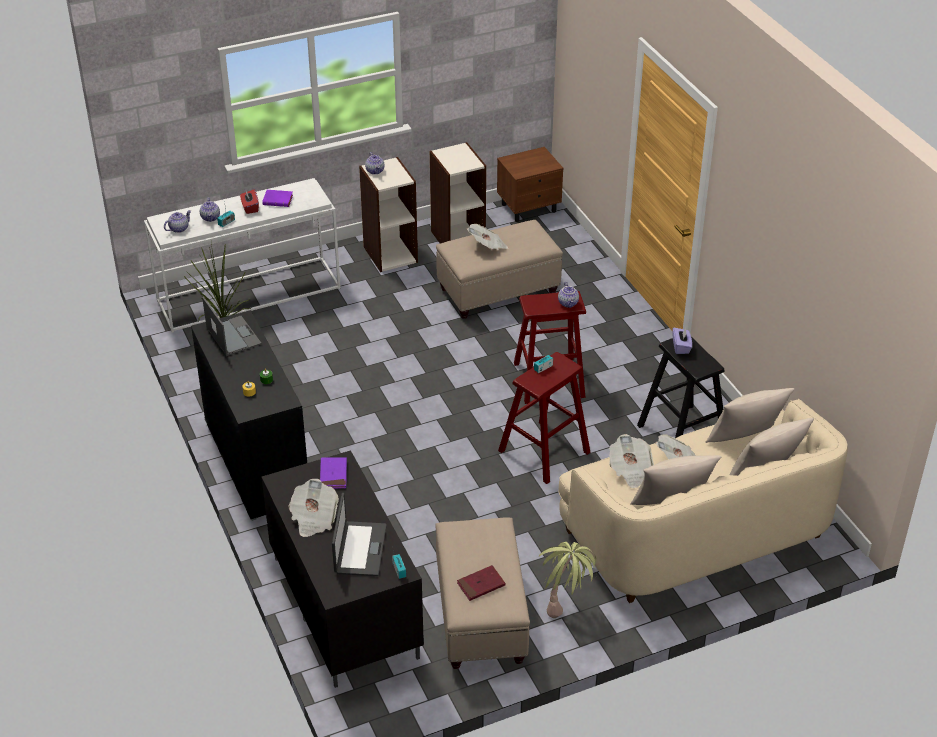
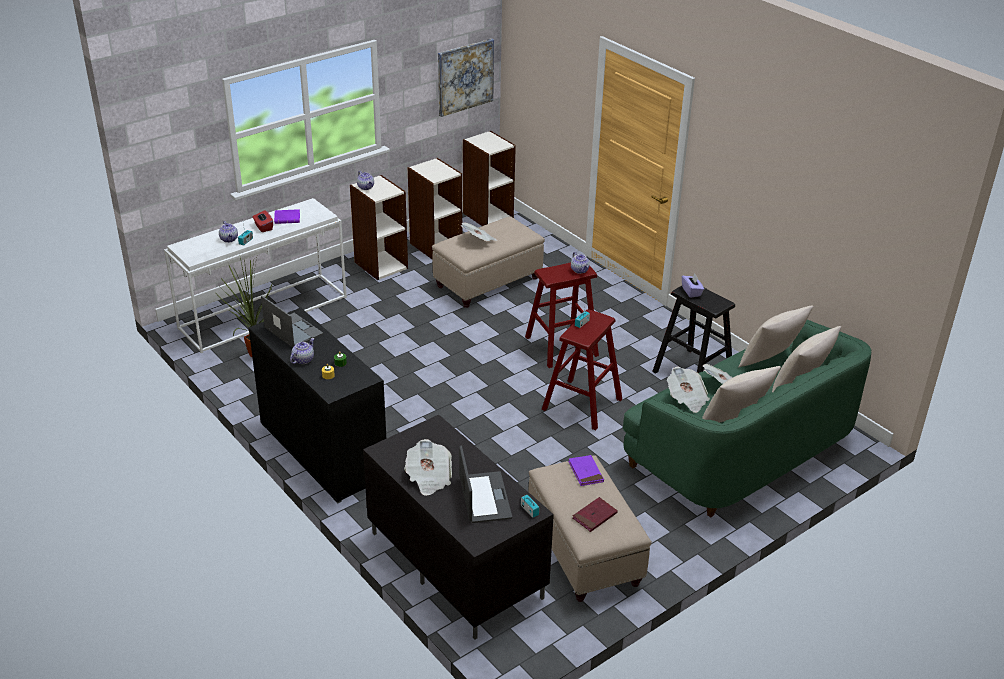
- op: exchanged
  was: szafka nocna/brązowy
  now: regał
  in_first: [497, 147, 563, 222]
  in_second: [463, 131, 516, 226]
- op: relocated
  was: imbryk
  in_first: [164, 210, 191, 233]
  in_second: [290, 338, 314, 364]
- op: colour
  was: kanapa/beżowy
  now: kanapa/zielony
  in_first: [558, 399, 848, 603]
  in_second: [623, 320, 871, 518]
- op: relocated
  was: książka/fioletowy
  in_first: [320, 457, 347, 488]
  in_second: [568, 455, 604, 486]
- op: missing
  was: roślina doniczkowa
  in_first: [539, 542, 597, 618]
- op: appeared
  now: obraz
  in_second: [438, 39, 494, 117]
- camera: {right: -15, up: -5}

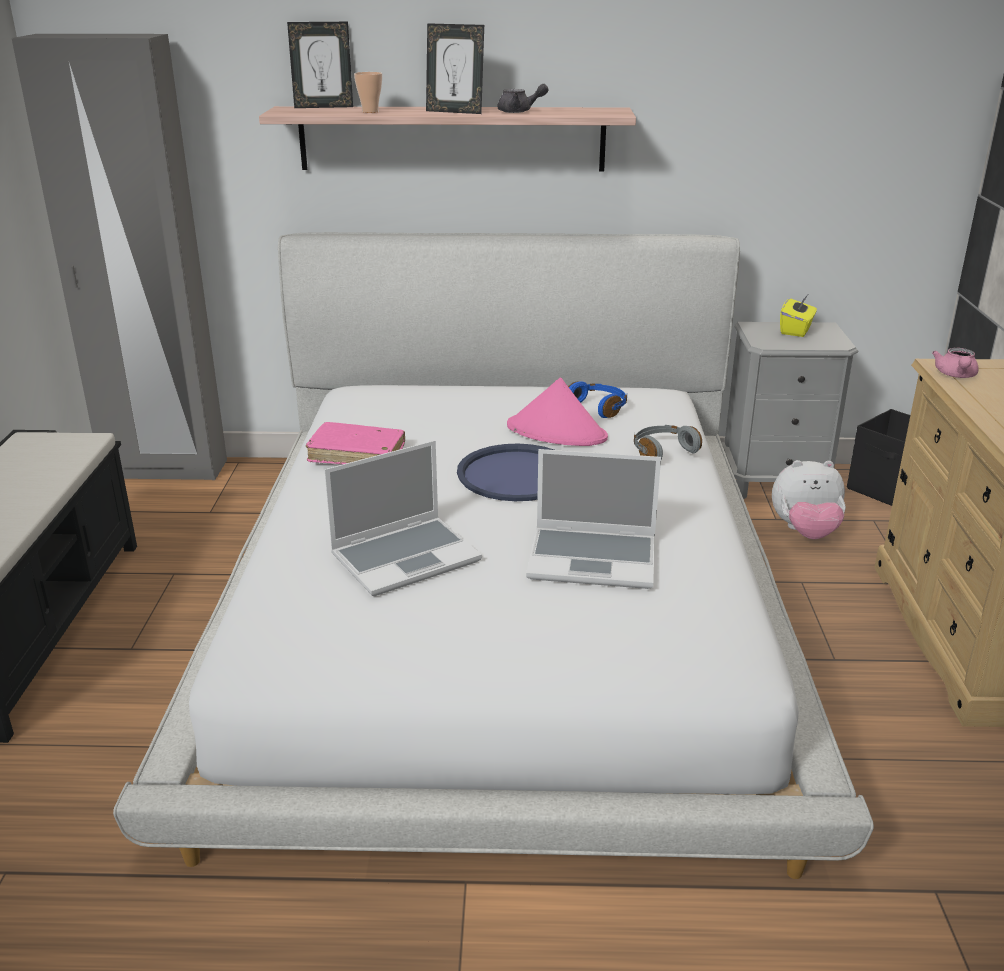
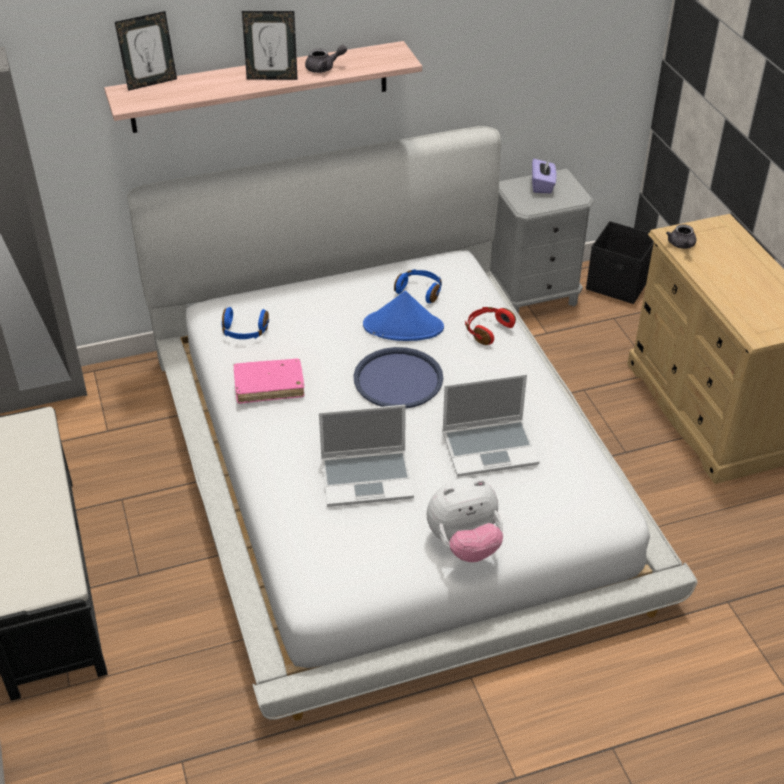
- op: missing
  was: filiżanka
  in_first: [354, 72, 382, 113]
- op: colour
  was: pudełko chusteczek/żółty
  now: pudełko chusteczek/fioletowy
  in_first: [780, 295, 817, 337]
  in_second: [532, 159, 556, 193]
- op: colour
  was: imbryk/różowy
  now: imbryk/szary
  in_first: [932, 348, 979, 378]
  in_second: [666, 224, 696, 249]
- op: colour
  was: kapelusz/różowy
  now: kapelusz/niebieski
  in_first: [507, 378, 608, 446]
  in_second: [363, 291, 444, 341]
- op: colour
  was: słuchawki/szary
  now: słuchawki/czerwony
  in_first: [634, 425, 702, 459]
  in_second: [465, 307, 516, 345]
- op: spun
  was: laptop
  in_first: [325, 440, 482, 596]
  in_second: [319, 405, 414, 507]
  clockwise: 45
- op: relocated
  was: pluszak
  in_first: [772, 460, 846, 539]
  in_second: [427, 478, 503, 562]
- op: appeared
  now: słuchawki/niebieski
  in_second: [221, 307, 269, 339]
- camera: {right: -20, up: 15}

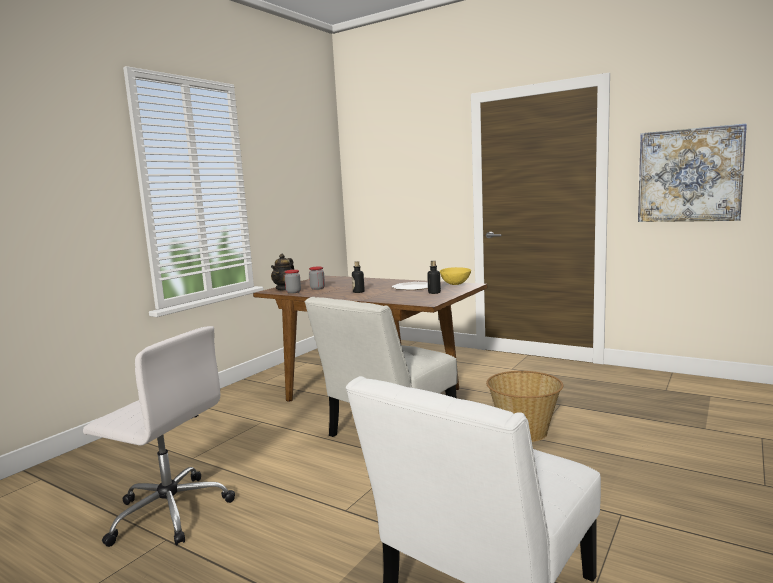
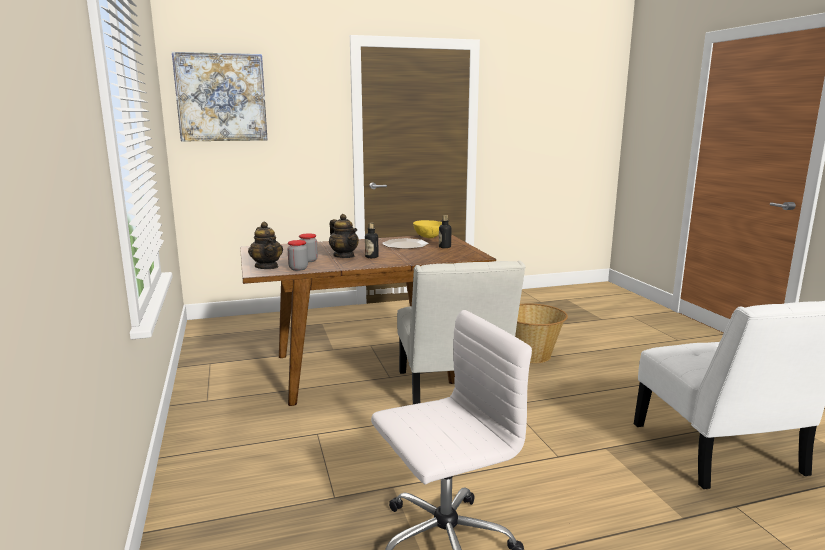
- op: relocated
  was: obraz
  in_first: [638, 123, 747, 222]
  in_second: [172, 52, 268, 142]
- op: appeared
  now: imbryk
  in_second: [329, 214, 359, 258]
- camera: {right: -50, up: 5}

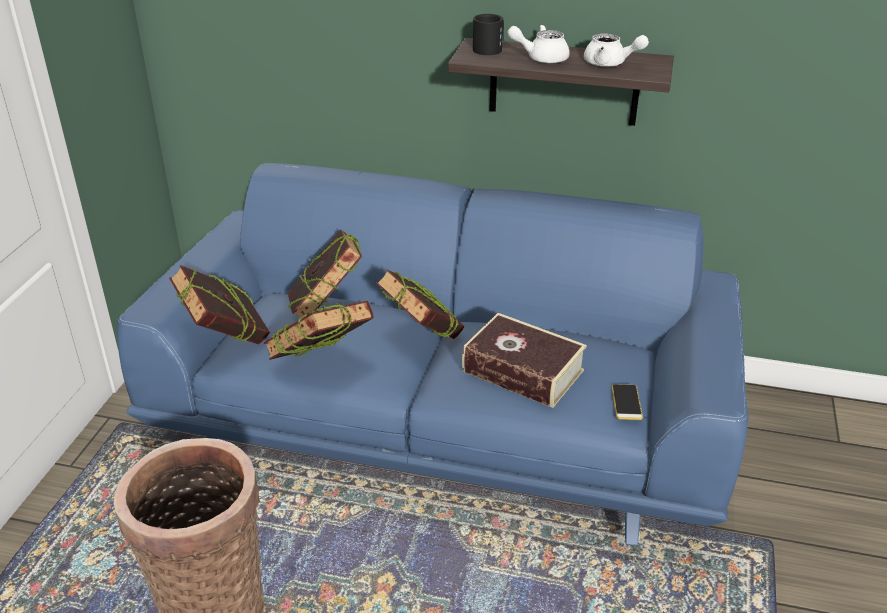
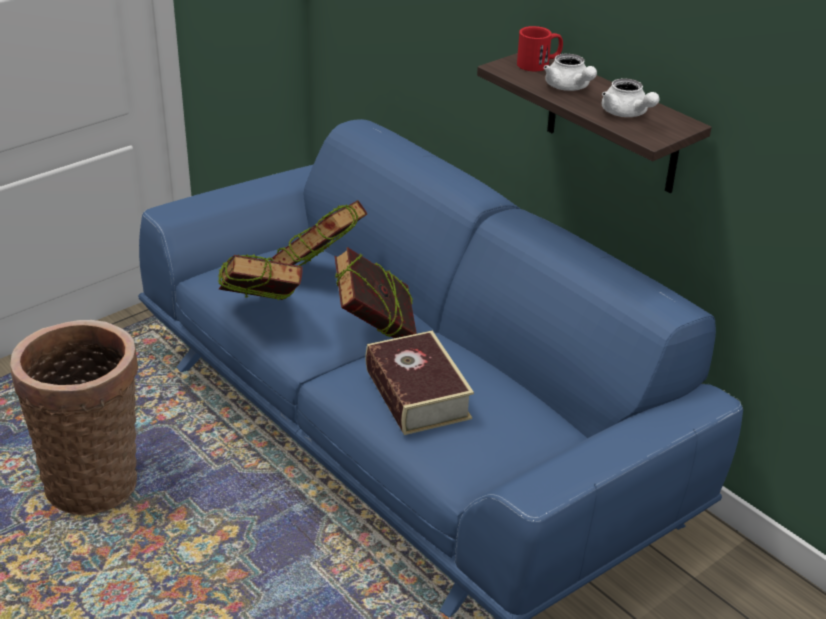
- op: colour
  was: kubek/czarny
  now: kubek/czerwony
  in_first: [473, 14, 504, 55]
  in_second: [517, 26, 563, 71]
- op: spun
  was: imbryk/biały
  in_first: [507, 25, 570, 63]
  in_second: [543, 54, 597, 91]
  clockwise: -150
- op: missing
  was: książka
  in_first: [169, 265, 270, 344]
- op: missing
  was: telefon
  in_first: [611, 384, 643, 420]
- camera: {right: 35, up: 0}

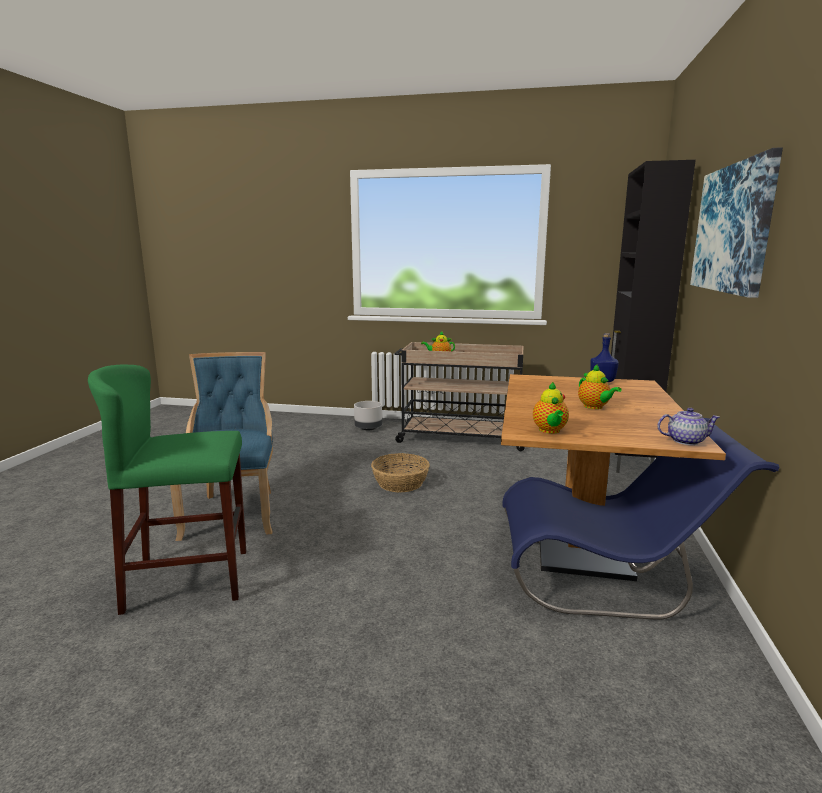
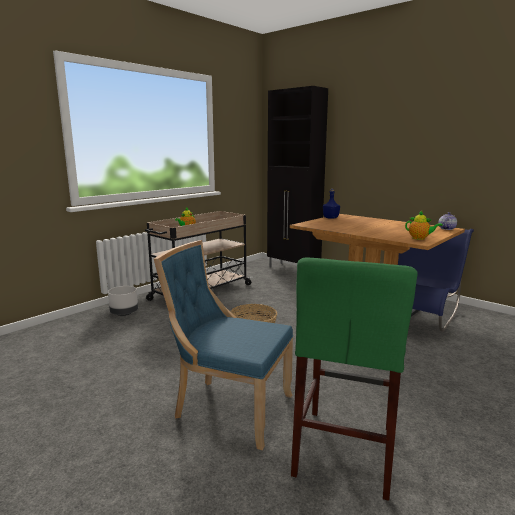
- op: missing
  was: obraz
  in_first: [690, 147, 783, 298]
- op: missing
  was: imbryk
  in_first: [578, 364, 622, 409]
- camera: {right: -60, up: 0}

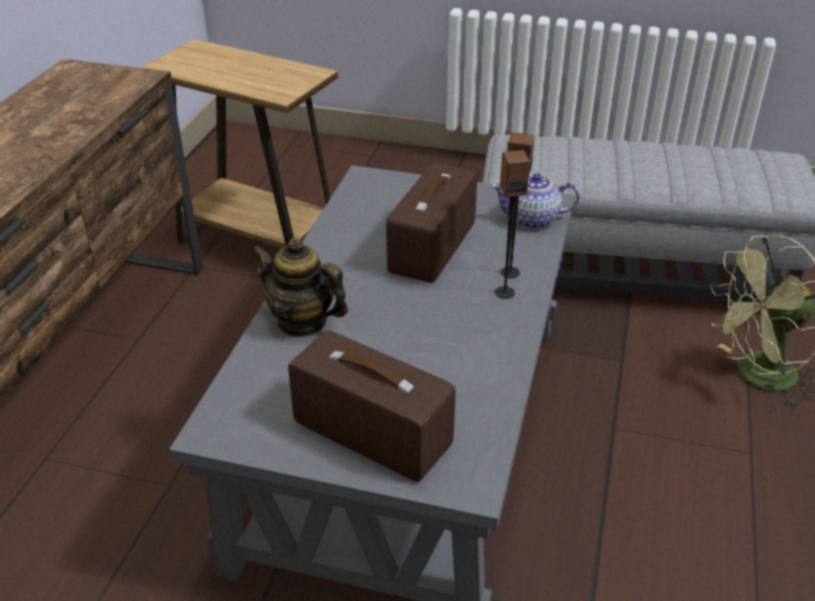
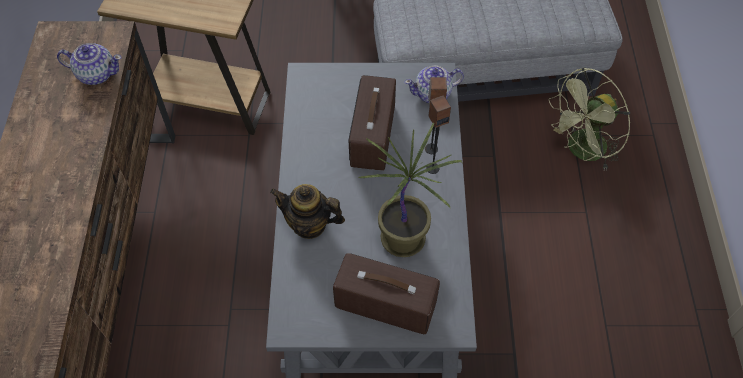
- op: appeared
  now: imbryk
  in_second: [57, 43, 122, 85]
- op: appeared
  now: roślina doniczkowa
  in_second: [358, 122, 462, 257]
- camera: {right: -15, up: 20}

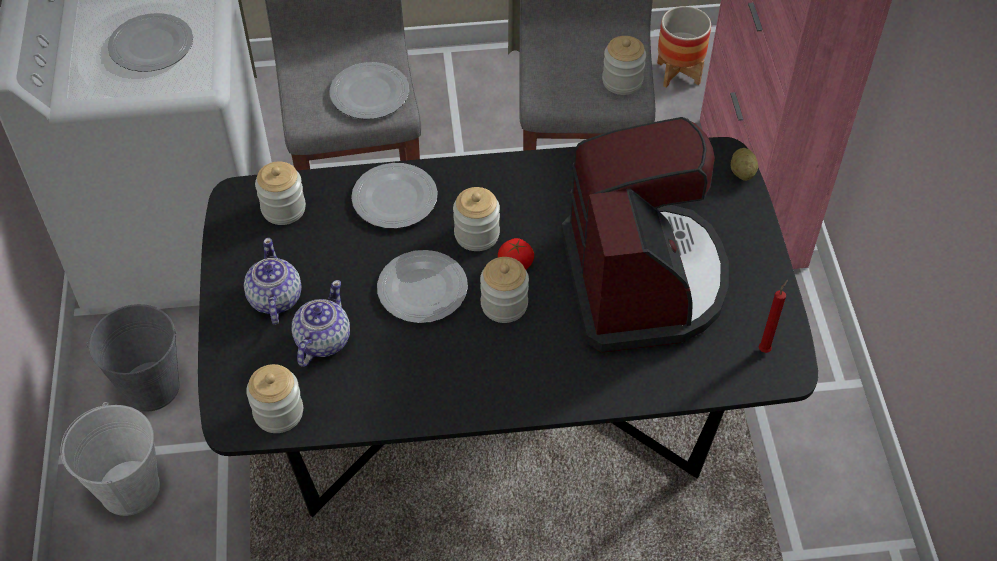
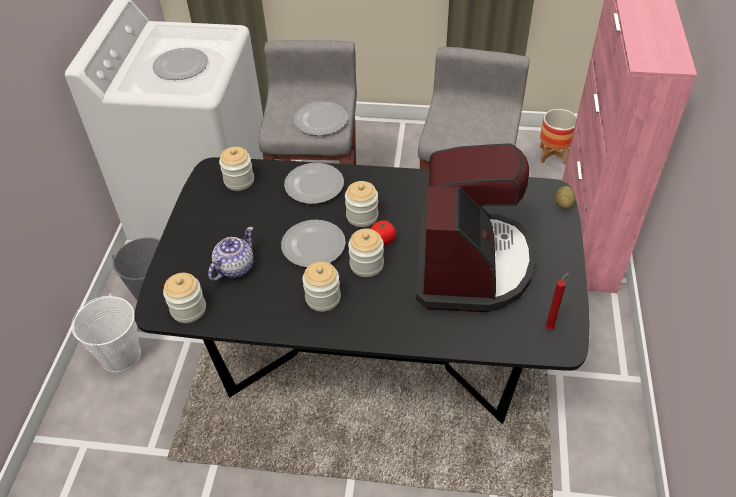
- op: relocated
  was: słoik
  in_first: [602, 36, 646, 95]
  in_second: [302, 261, 341, 312]
- op: missing
  was: imbryk
  in_first: [244, 238, 302, 325]
- camera: {right: 15, up: -5}

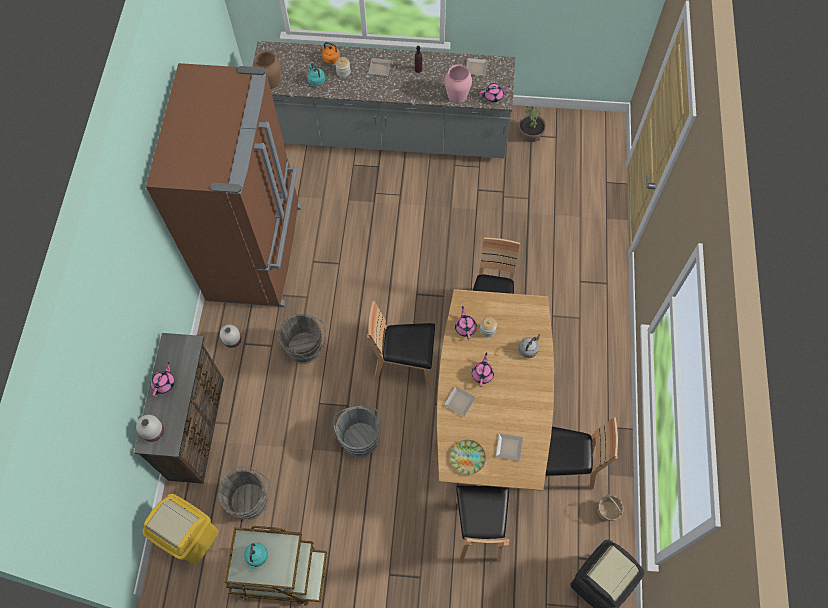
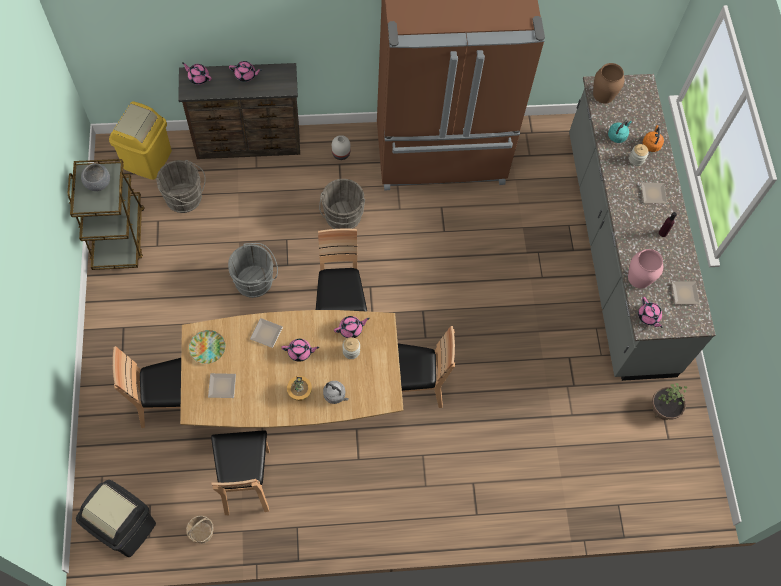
- op: exchanged
  was: wazon/biały
  now: imbryk/różowy
  in_first: [136, 415, 164, 442]
  in_second: [182, 62, 212, 85]
- op: exchanged
  was: czajnik/turkusowy
  now: miska/szary
  in_first: [244, 543, 268, 572]
  in_second: [81, 163, 110, 191]
- op: appeared
  now: roślina doniczkowa
  in_second: [287, 376, 312, 401]
- camera: {right: 75, up: 0}

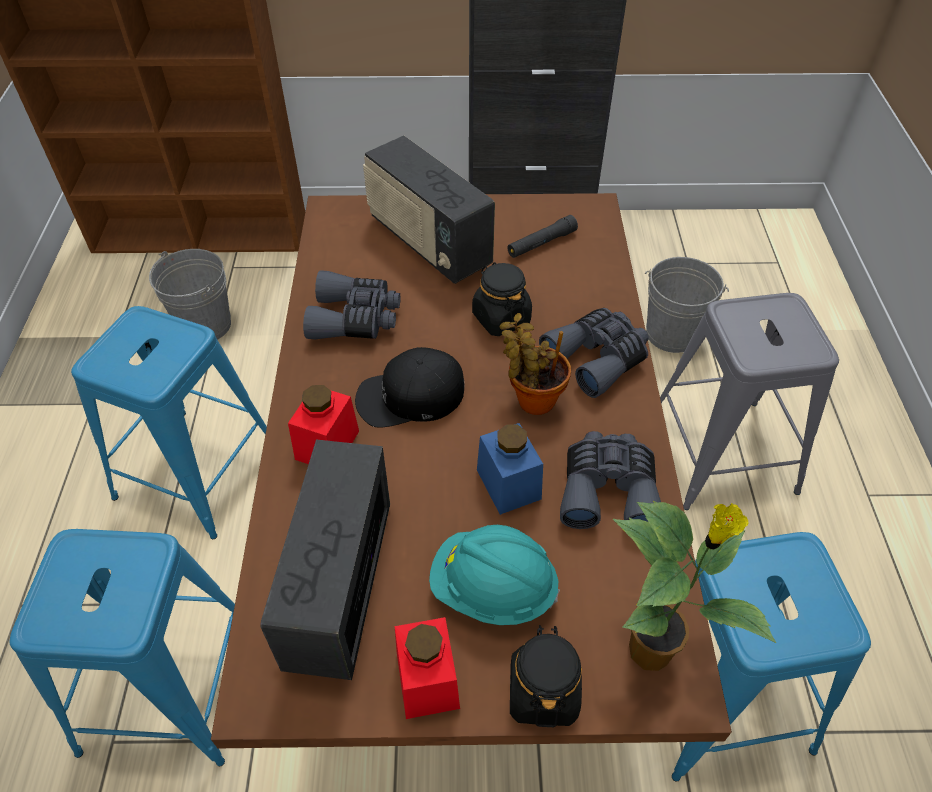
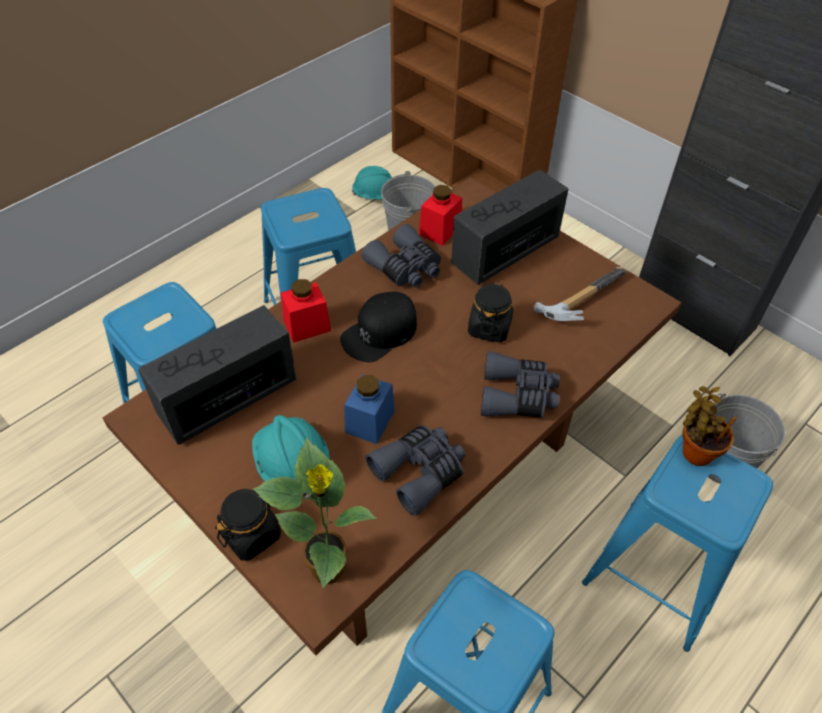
- op: spun
  was: radio
  in_first: [363, 135, 495, 284]
  in_second: [451, 169, 569, 285]
  clockwise: 45
- op: exchanged
  was: latarka/czarny
  now: młotek
  in_first: [507, 215, 578, 258]
  in_second: [533, 267, 626, 321]
- op: colour
  was: stołek/szary
  now: stołek/niebieski
  in_first: [660, 293, 839, 510]
  in_second: [582, 435, 773, 652]
- op: relocated
  was: roślina doniczkowa
  in_first: [500, 313, 571, 415]
  in_second: [682, 386, 737, 466]
- op: spun
  was: czapka z daszkiem/czarny
  in_first: [355, 347, 465, 428]
  in_second: [340, 292, 417, 362]
  clockwise: -75
- op: relocated
  was: słoik/czerwony
  in_first: [395, 617, 460, 719]
  in_second: [419, 185, 462, 246]
- op: appeared
  now: kask/turkusowy
  in_second: [352, 166, 392, 199]
- camera: {right: 45, up: 0}

